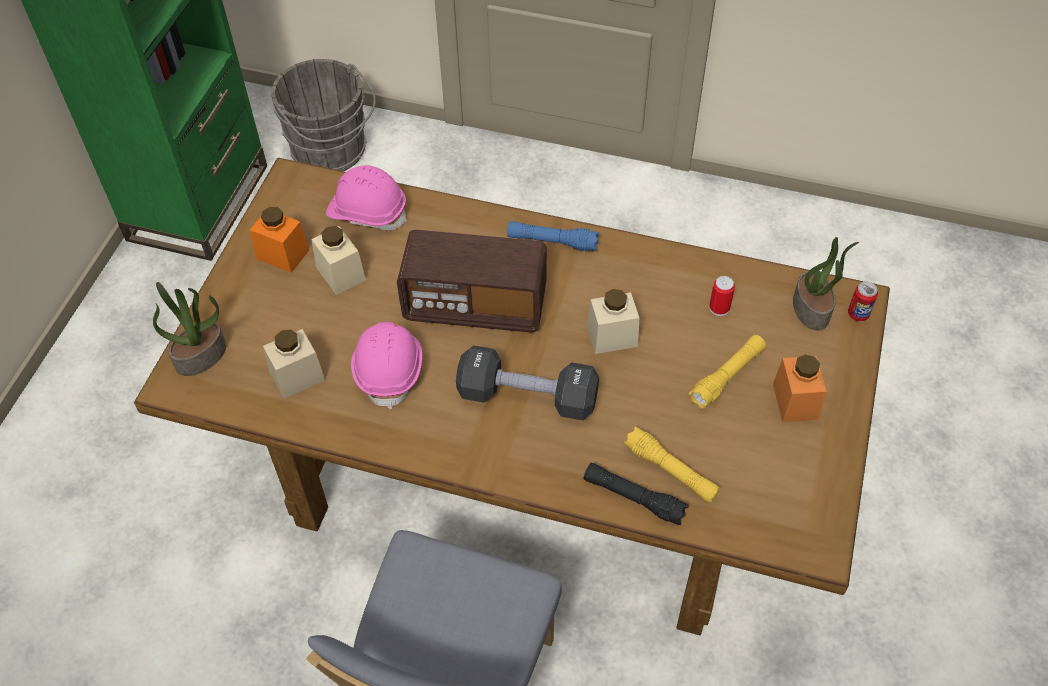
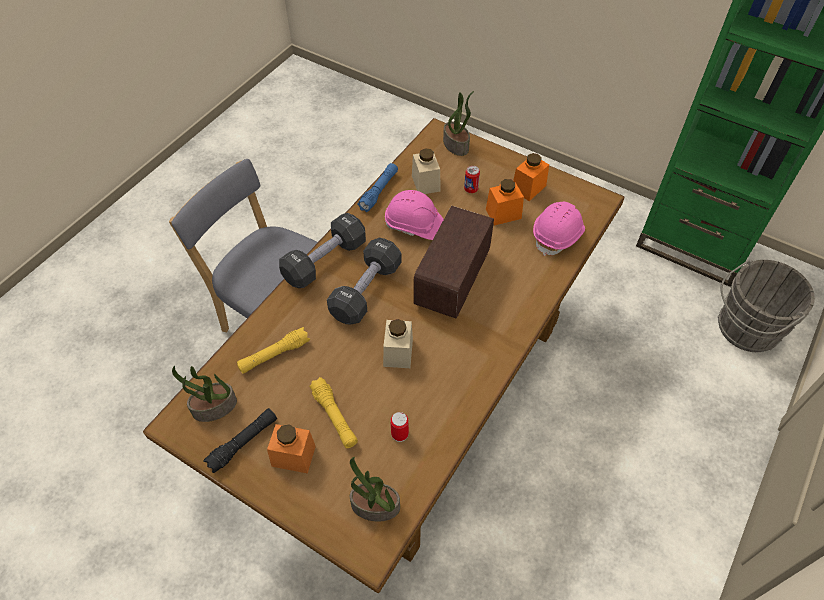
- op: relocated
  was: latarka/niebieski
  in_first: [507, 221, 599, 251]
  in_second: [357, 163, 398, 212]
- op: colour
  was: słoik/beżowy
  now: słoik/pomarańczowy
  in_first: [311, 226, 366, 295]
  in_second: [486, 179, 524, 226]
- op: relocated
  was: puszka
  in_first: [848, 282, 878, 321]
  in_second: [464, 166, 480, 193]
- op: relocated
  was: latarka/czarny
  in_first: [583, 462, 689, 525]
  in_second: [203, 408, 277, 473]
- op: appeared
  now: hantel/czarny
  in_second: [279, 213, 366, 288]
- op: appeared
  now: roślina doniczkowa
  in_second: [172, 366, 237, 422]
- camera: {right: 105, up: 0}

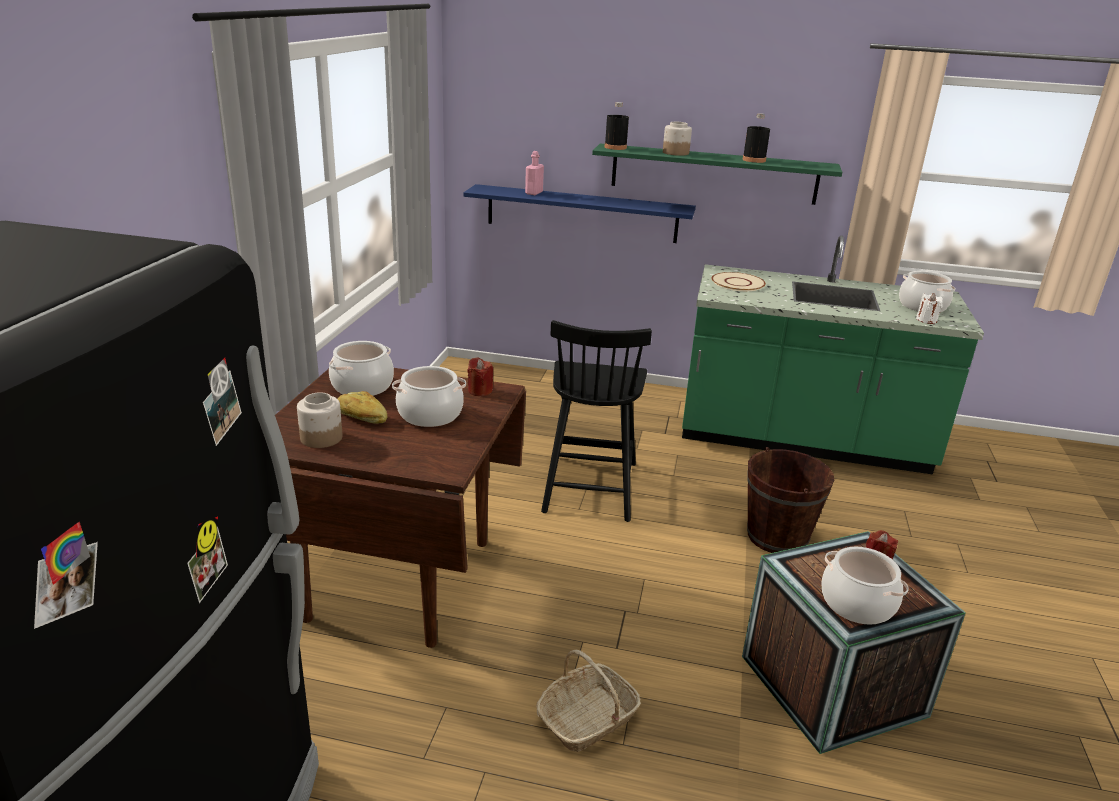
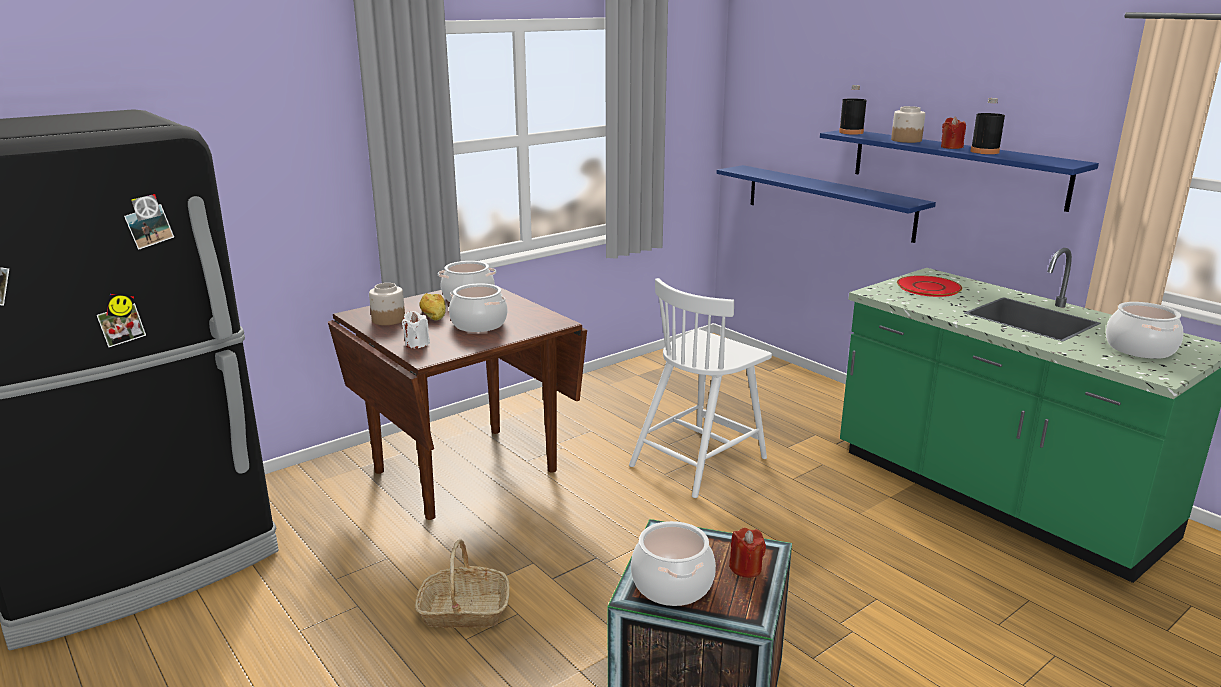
- op: colour
  was: półka/zielony
  now: półka/niebieski
  in_first: [592, 143, 842, 205]
  in_second: [820, 130, 1099, 212]
- op: missing
  was: butelka/różowy
  in_first: [525, 151, 544, 195]
- op: colour
  was: talerz/beżowy
  now: talerz/czerwony
  in_first: [711, 272, 766, 291]
  in_second: [897, 275, 962, 297]
- op: relocated
  was: świeca/biały
  in_first: [916, 293, 943, 324]
  in_second: [402, 311, 430, 348]
- op: colour
  was: krzesło/czarny
  now: krzesło/biały
  in_first: [541, 320, 652, 522]
  in_second: [629, 278, 772, 498]
- op: relocated
  was: świeca/czerwony
  in_first: [467, 357, 493, 396]
  in_second: [941, 116, 966, 149]
- op: missing
  was: wiadro/brązowy
  in_first: [747, 447, 834, 553]
- camera: {right: 40, up: -5}

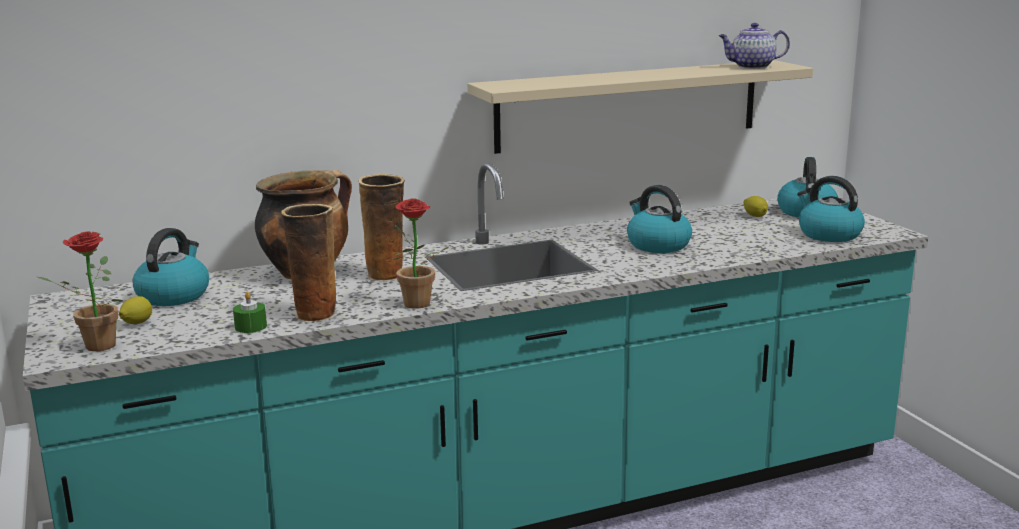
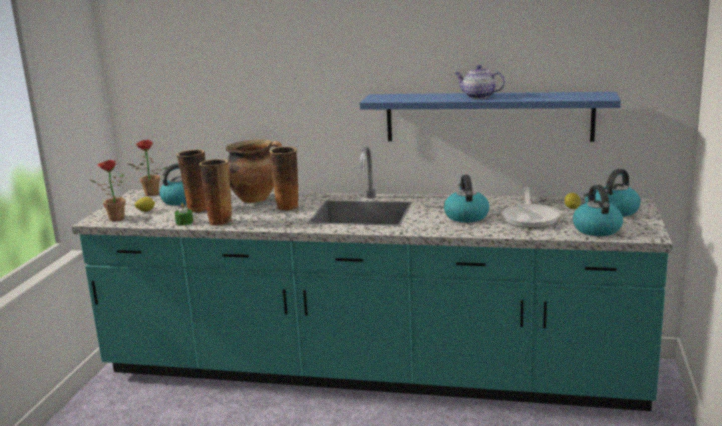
- op: relocated
  was: imbryk
  in_first: [719, 23, 790, 69]
  in_second: [455, 65, 505, 99]
- op: colour
  was: półka/beżowy
  now: półka/niebieski
  in_first: [467, 60, 813, 154]
  in_second: [360, 92, 621, 142]
- op: relocated
  was: roślina doniczkowa
  in_first: [393, 198, 448, 309]
  in_second: [128, 140, 168, 196]
- op: appeared
  now: wazon
  in_second: [176, 149, 207, 213]
- op: appeared
  now: patelnia
  in_second: [501, 187, 560, 228]
- camera: {right: 35, up: 0}

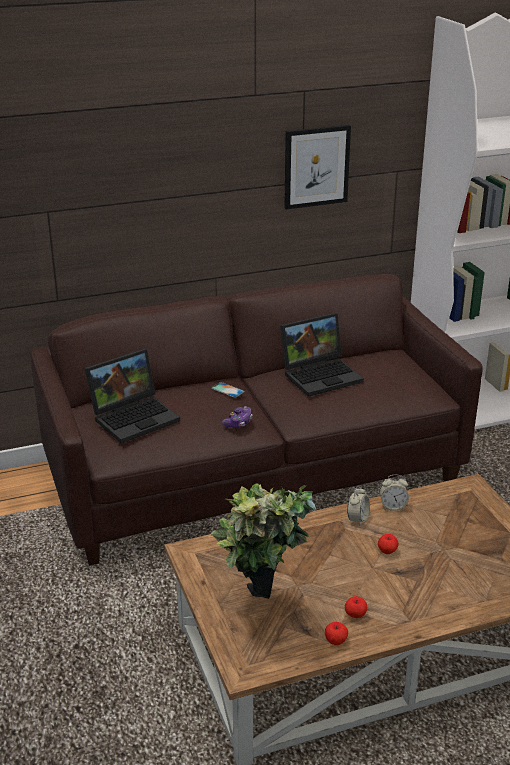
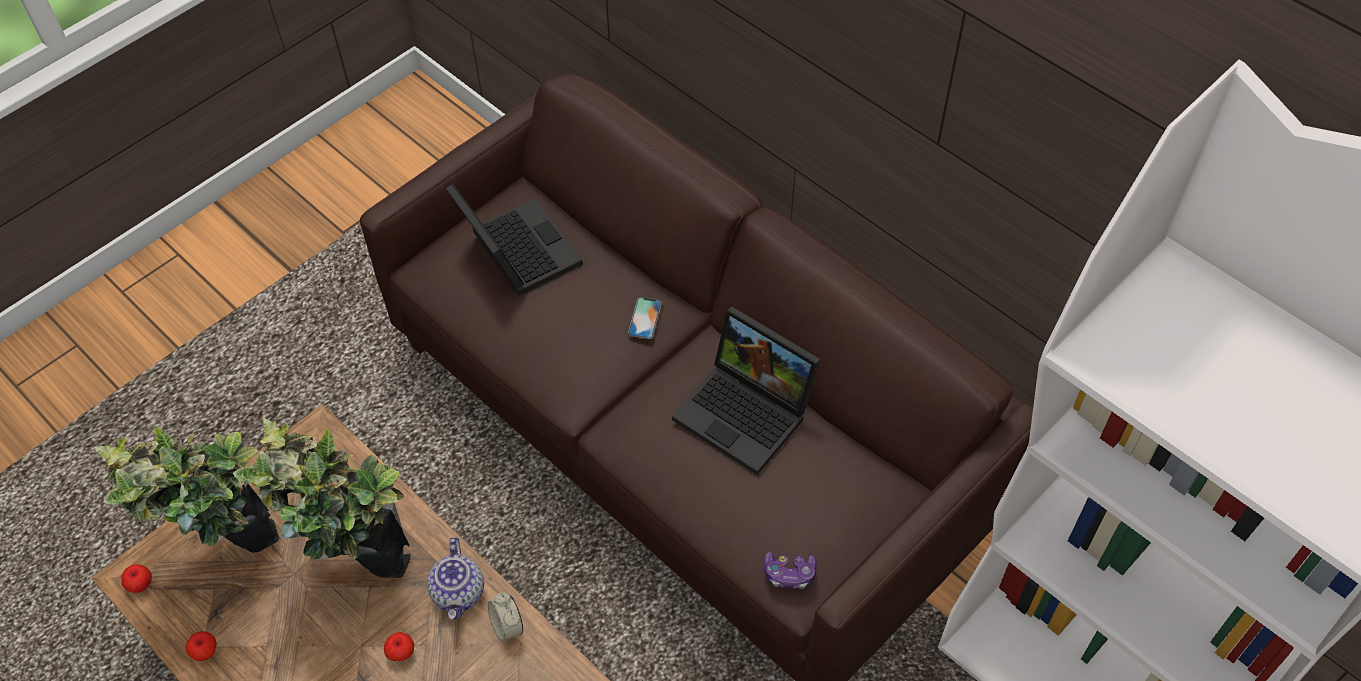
- op: missing
  was: obraz
  in_first: [284, 125, 351, 209]
- op: spun
  was: laptop
  in_first: [85, 349, 180, 443]
  in_second: [446, 184, 583, 295]
  clockwise: -150
- op: relocated
  was: pad do gier
  in_first: [222, 406, 252, 428]
  in_second: [764, 552, 817, 589]
- op: exchanged
  was: budzik
  now: imbryk
  in_first: [347, 486, 370, 525]
  in_second: [427, 537, 484, 620]
- op: relocated
  was: jabłko
  in_first: [345, 596, 367, 618]
  in_second: [121, 564, 152, 593]
- op: appeared
  now: roślina doniczkowa
  in_second: [233, 418, 411, 578]
- camera: {right: 65, up: 25}

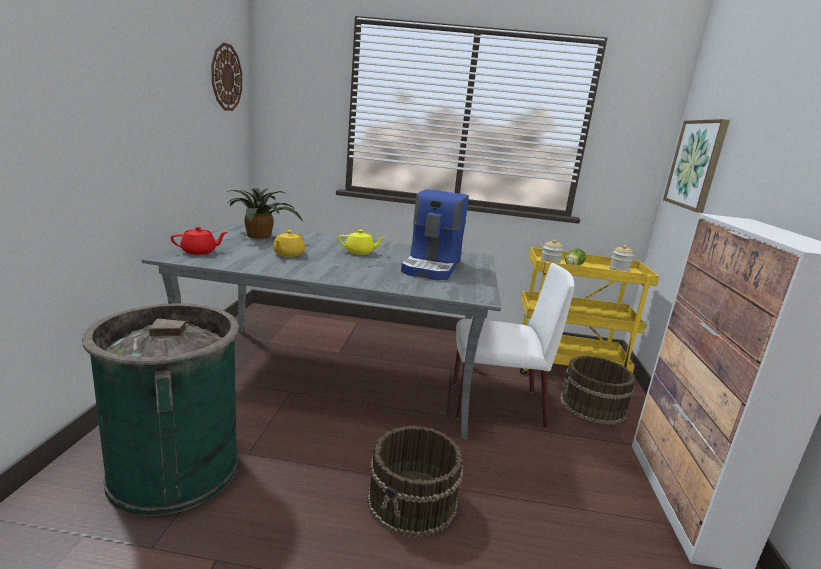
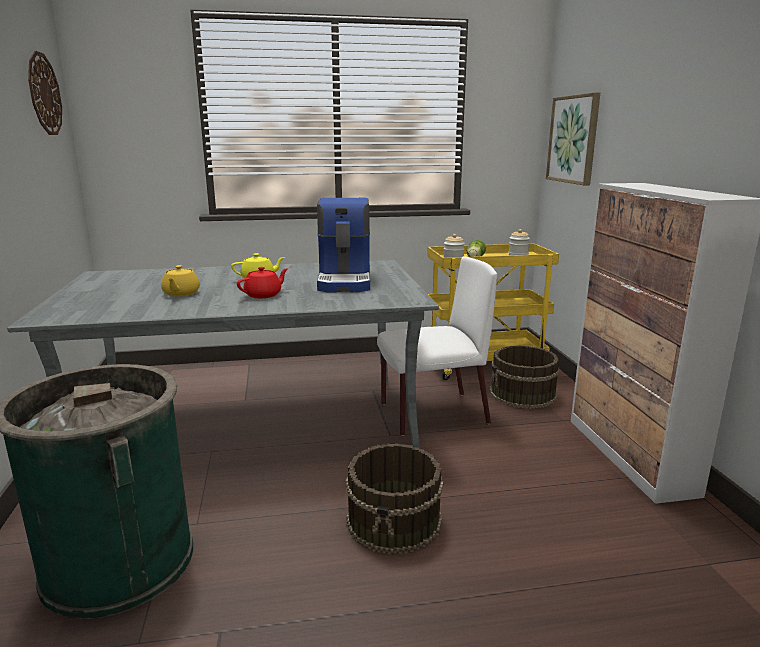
- op: missing
  was: roślina doniczkowa
  in_first: [227, 188, 303, 239]
- op: relocated
  was: imbryk/czerwony
  in_first: [171, 227, 228, 255]
  in_second: [237, 267, 288, 298]
- camera: {right: -15, up: 0}

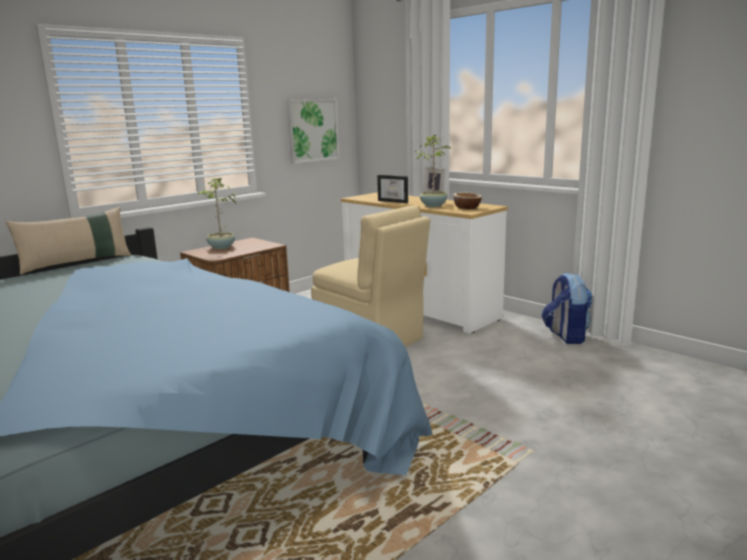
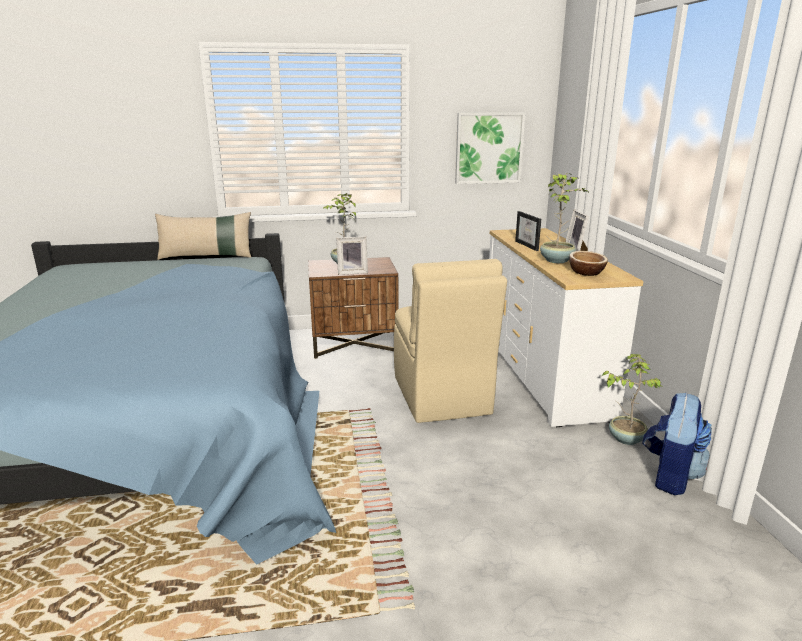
- op: appeared
  now: ramka na zdjęcie
  in_second: [336, 236, 368, 275]
- op: appeared
  now: roślina doniczkowa
  in_second: [602, 354, 664, 445]
- camera: {right: 35, up: 5}

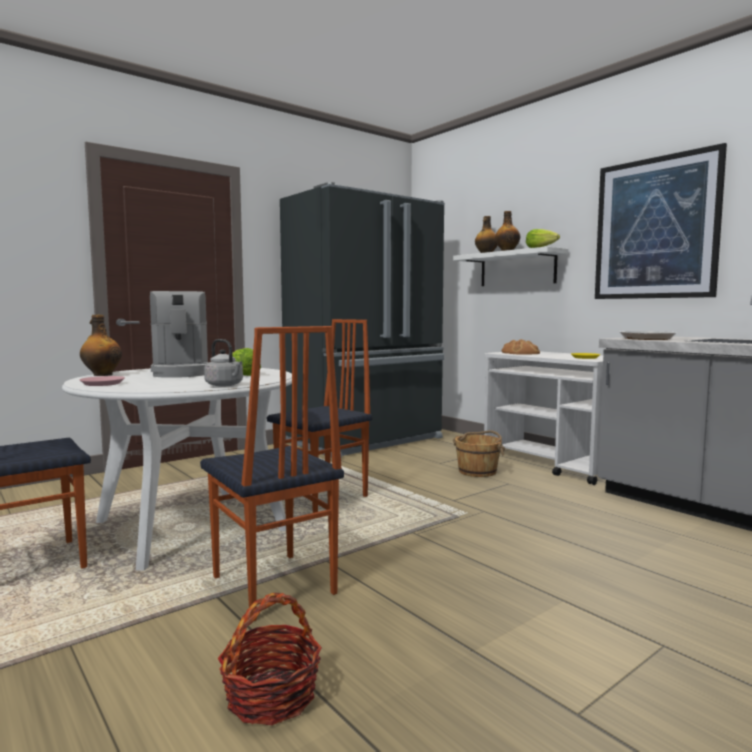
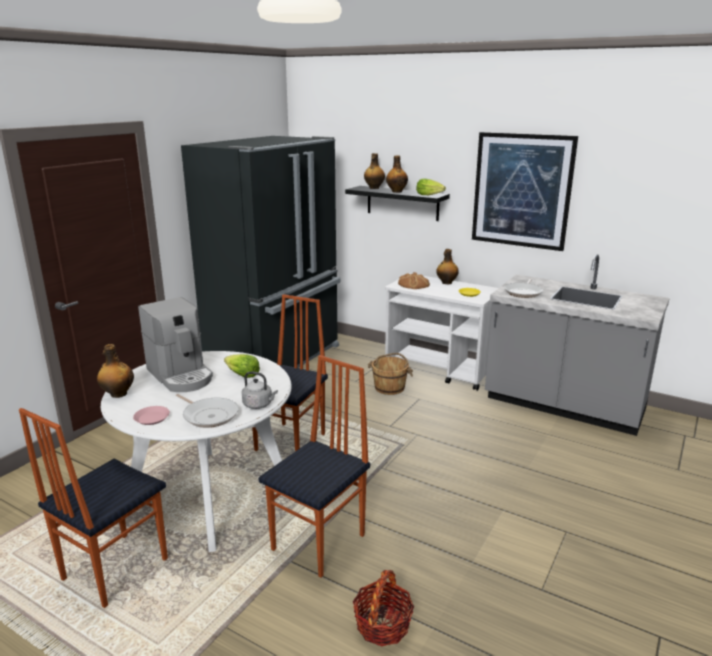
- op: colour
  was: półka/biały
  now: półka/czarny
  in_first: [453, 246, 569, 286]
  in_second: [345, 186, 450, 221]
- op: spun
  was: krzesło
  in_first: [200, 326, 344, 621]
  in_second: [259, 355, 370, 578]
  clockwise: -90
- op: appeared
  now: butelka
  in_second: [436, 249, 459, 284]
- op: appeared
  now: patelnia
  in_second: [176, 394, 239, 428]
- camera: {right: -20, up: 15}

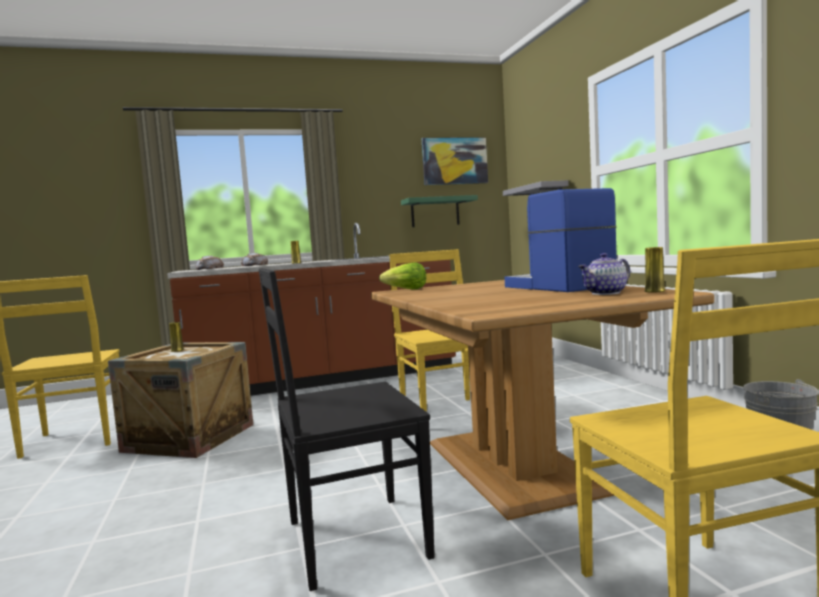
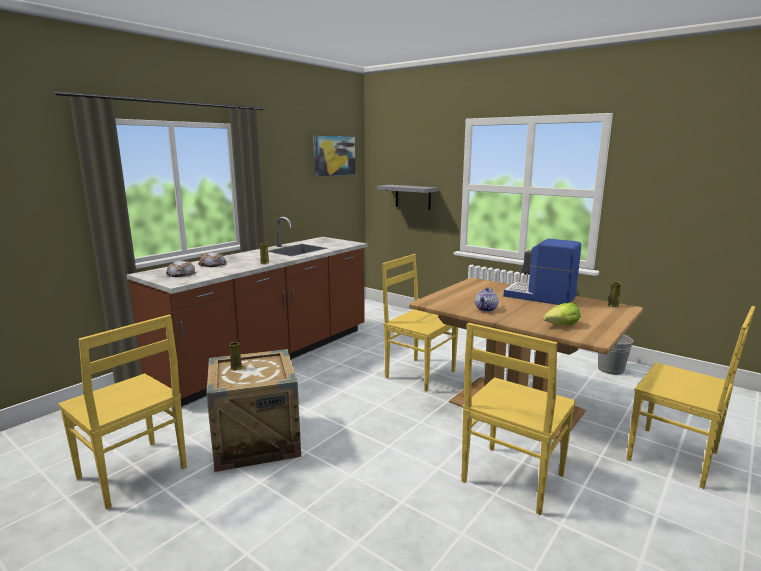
- op: missing
  was: półka/zielony
  in_first: [401, 195, 478, 227]
- op: relocated
  was: imbryk
  in_first: [578, 253, 630, 295]
  in_second: [475, 288, 498, 312]
- op: relocated
  was: sałata
  in_first: [379, 262, 426, 289]
  in_second: [543, 302, 581, 325]
- op: colour
  was: krzesło/czarny
  now: krzesło/żółty
  in_first: [258, 268, 435, 591]
  in_second: [461, 323, 576, 515]
- camera: {right: -35, up: 10}

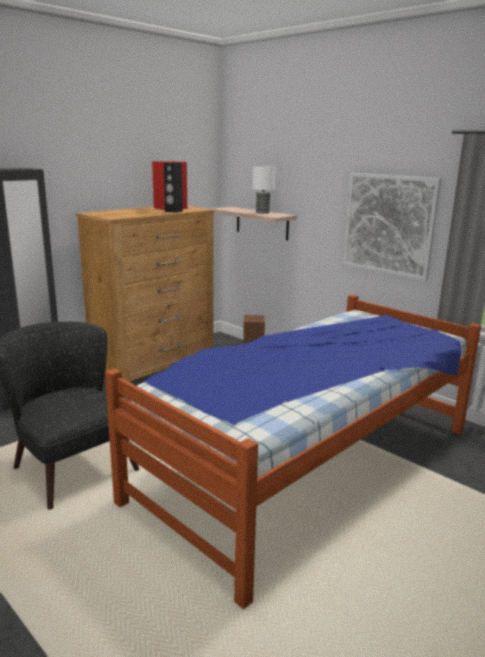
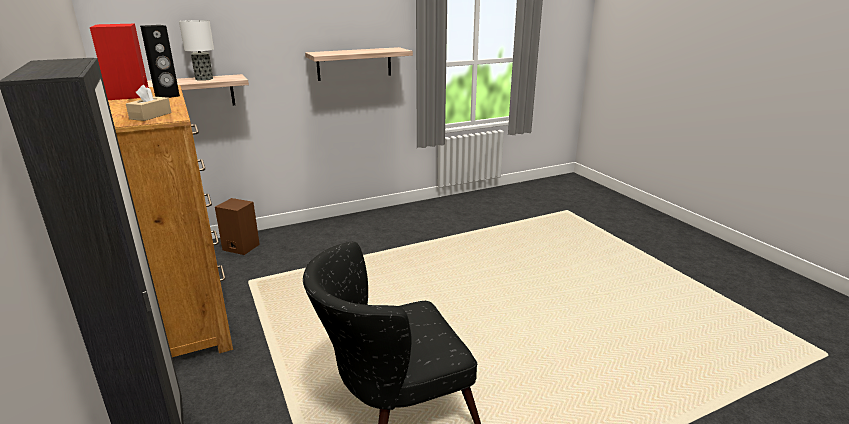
- op: exchanged
  was: obraz
  now: półka
  in_first: [343, 173, 441, 281]
  in_second: [305, 47, 413, 81]
- op: missing
  was: łóżko
  in_first: [105, 294, 481, 609]
- op: appeared
  now: pudełko chusteczek/beżowy
  in_second: [126, 85, 172, 121]
- camera: {right: -70, up: 5}

